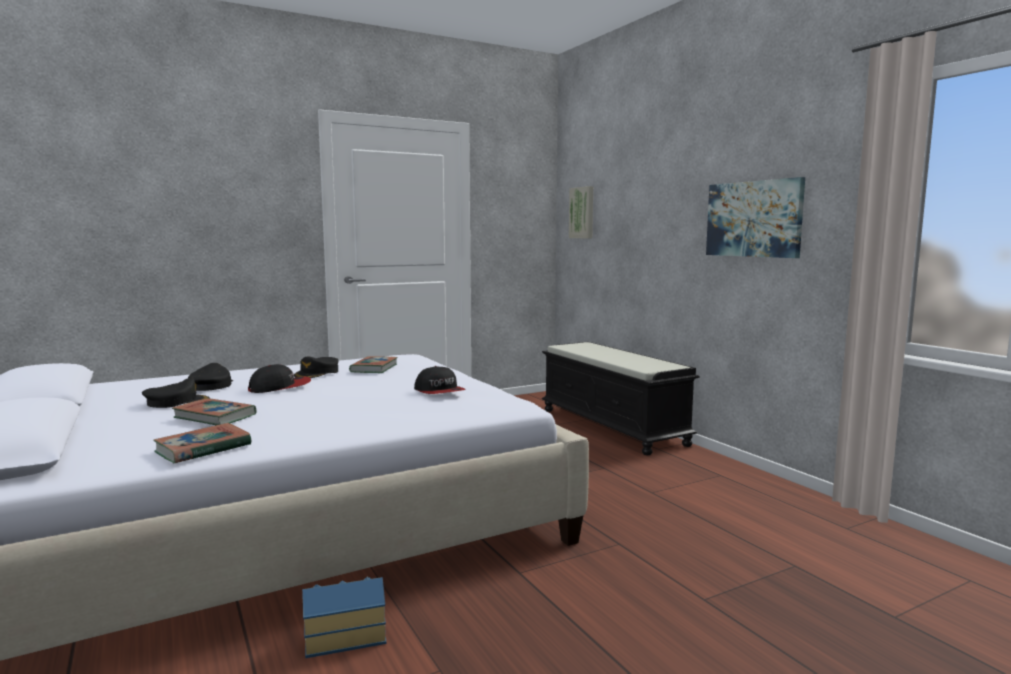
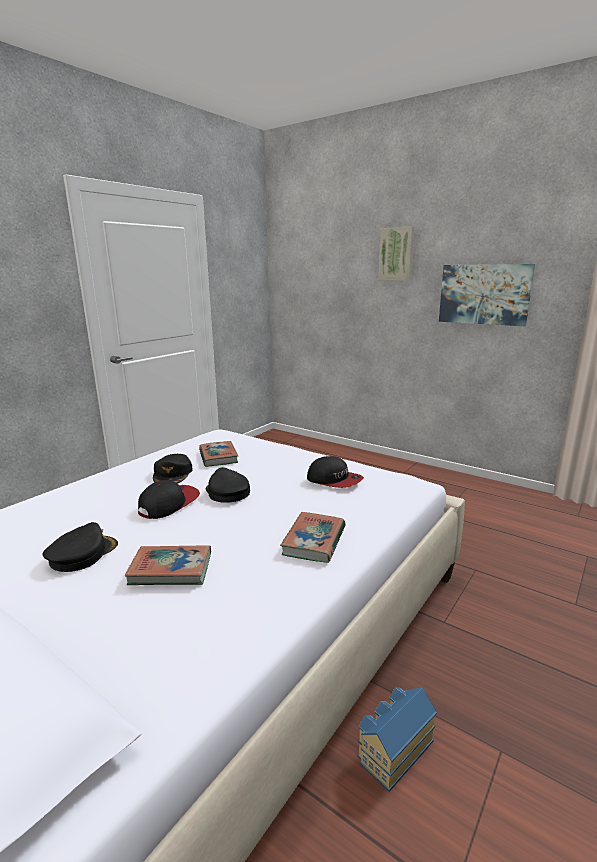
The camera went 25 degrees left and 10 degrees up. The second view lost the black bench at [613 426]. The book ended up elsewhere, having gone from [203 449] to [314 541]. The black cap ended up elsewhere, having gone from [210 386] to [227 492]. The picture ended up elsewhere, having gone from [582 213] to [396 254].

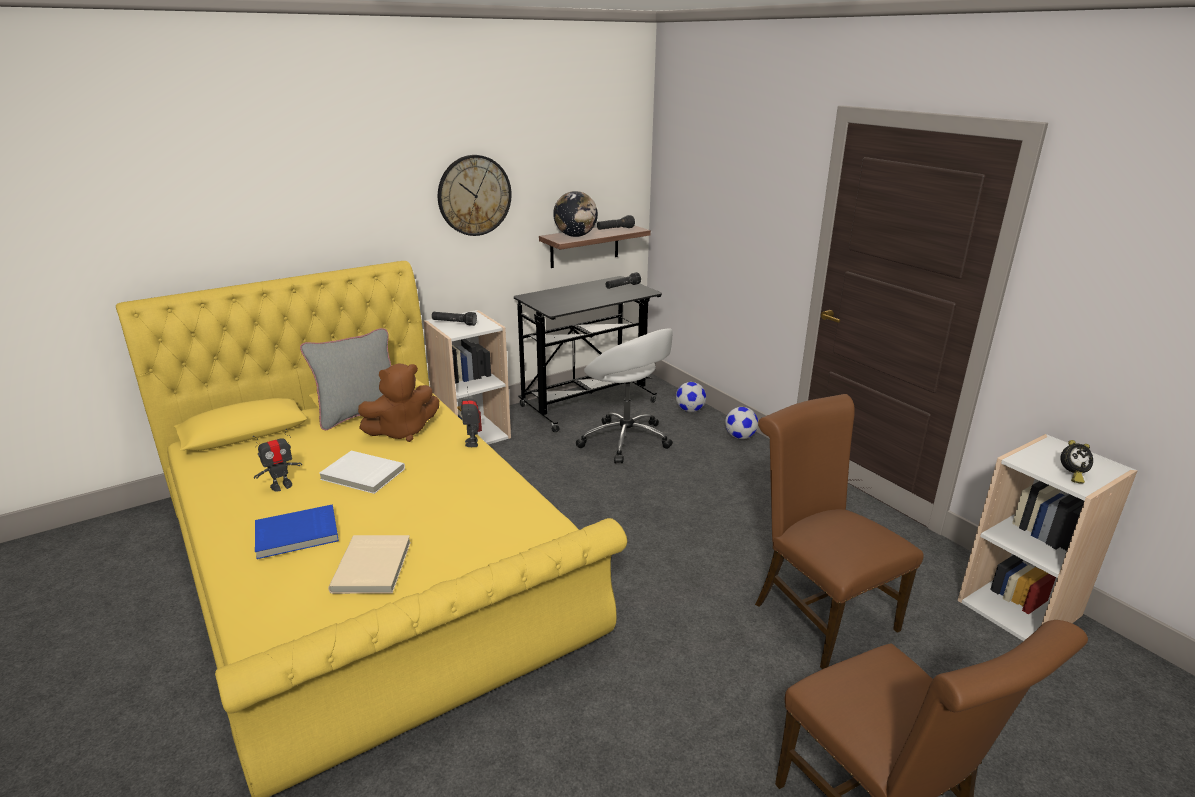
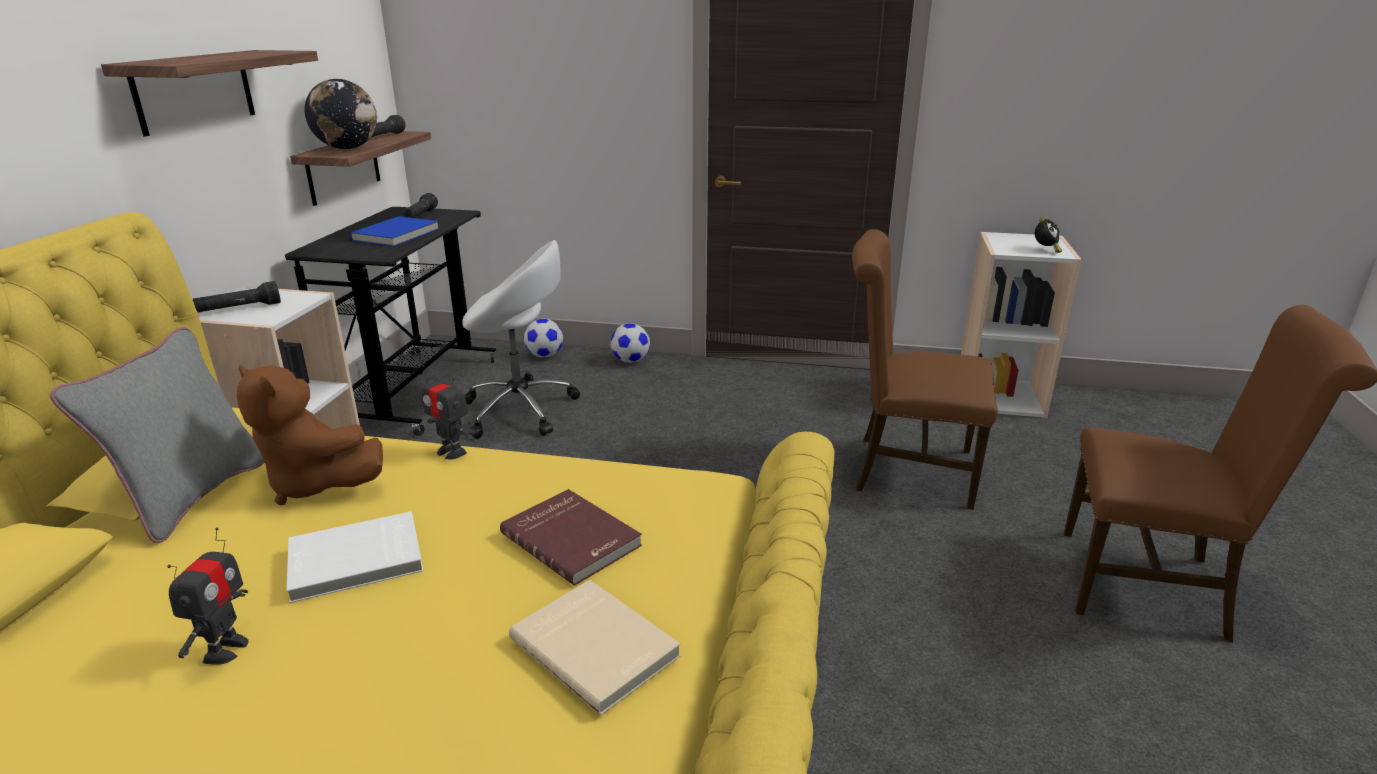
The camera went 45 degrees left and 0 degrees up. The second view gained the red book at [573 538]. The blue book ended up elsewhere, having gone from [297 535] to [397 234]. Where the wall clock hung at [474 195], the shelf came to hang at [194 91]. The brown plush toy at [402 431] ended up facing another way, 105 degrees clockwise from before.

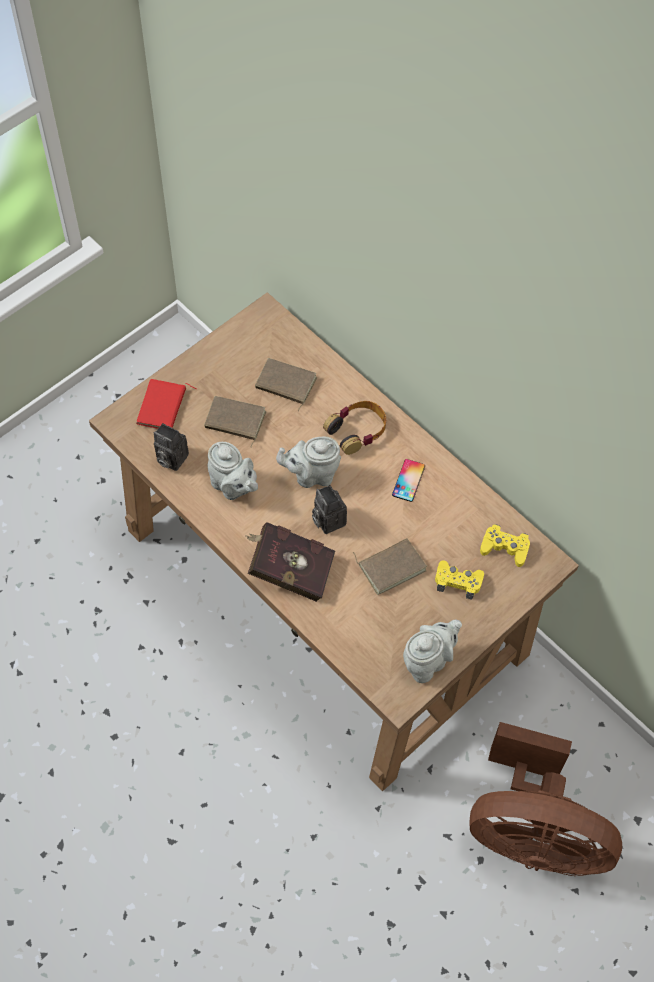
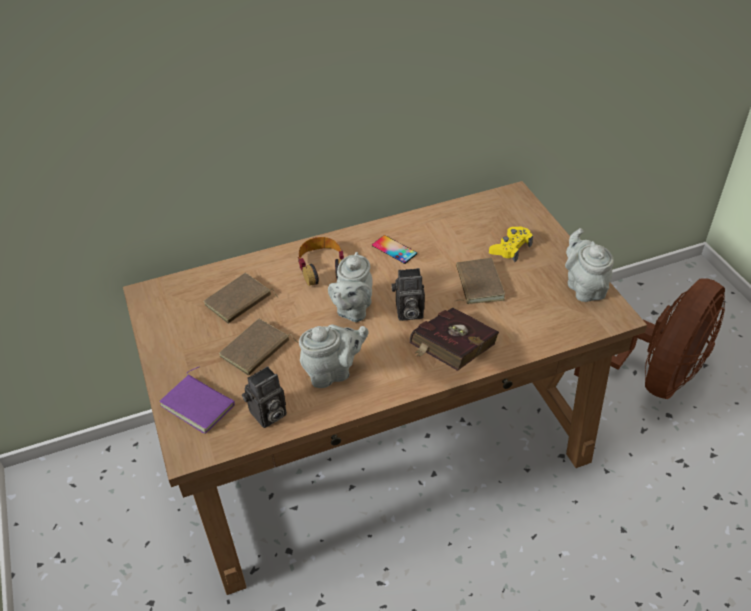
The camera went 65 degrees left and 15 degrees down. The second view lost the yellow game controller at [504 548]. What was the red book at [163 407] turned into the purple book at [199 404].

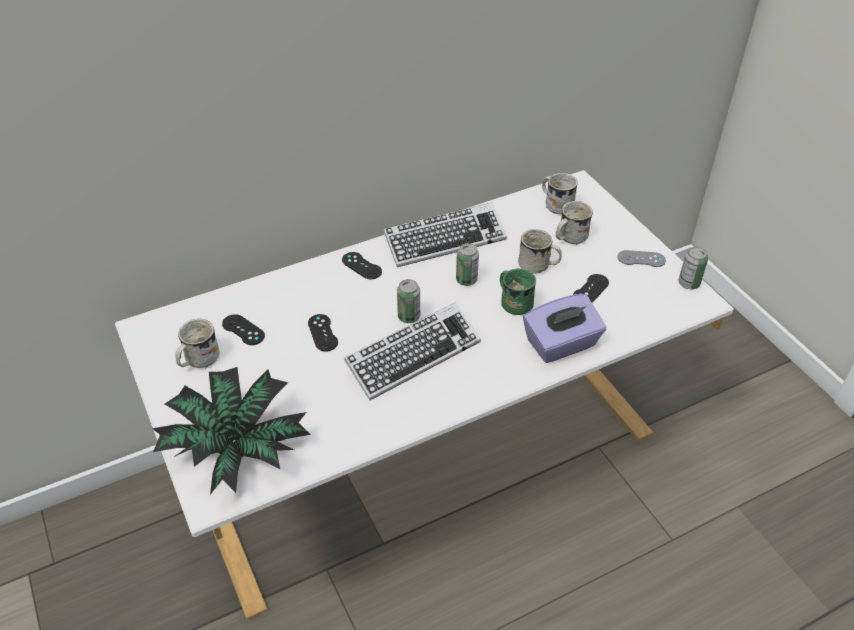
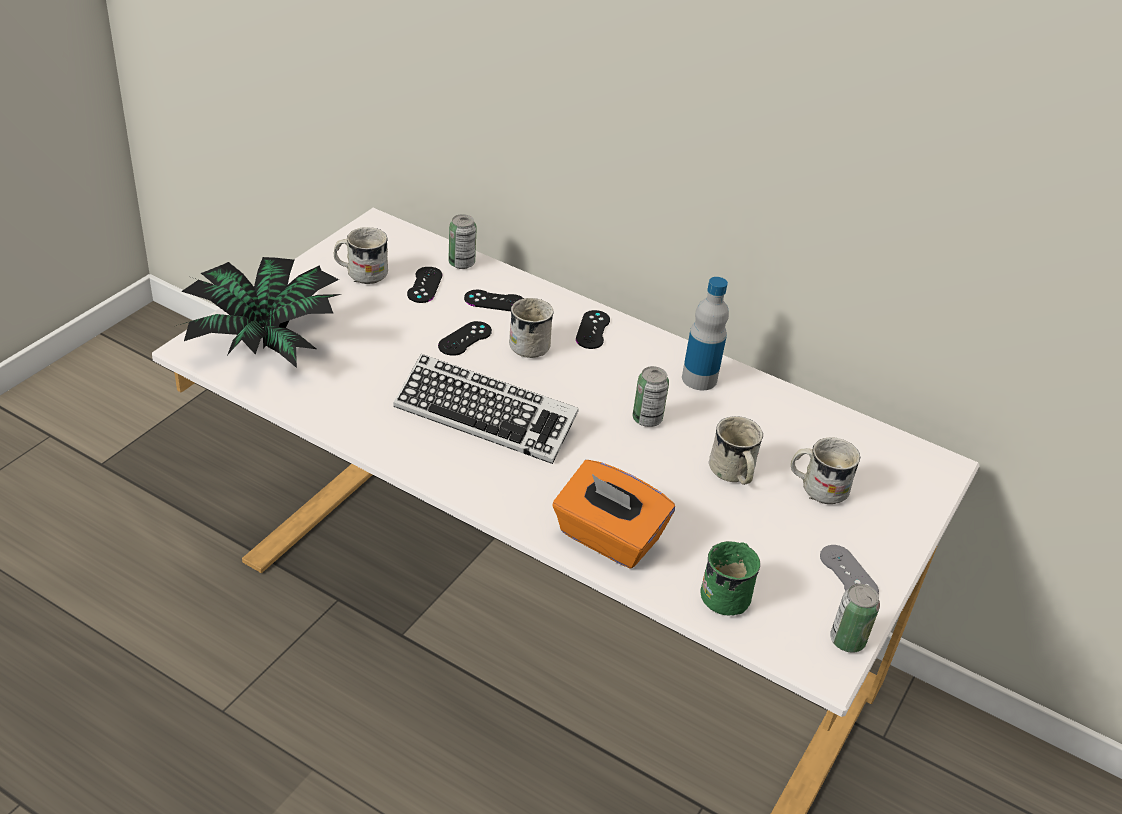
The camera went 55 degrees right and 5 degrees down. The can ended up elsewhere, having gone from [409 317] to [461 263]. The green mug ended up elsewhere, having gone from [513 302] to [728 592]. The white mug ended up elsewhere, having gone from [556 204] to [532 343]. The black game controller ended up elsewhere, having gone from [590 289] to [495 301]. Where the keyboard stood at [444 240], the bottle came to stand at [699 379]. What was the purple tissue box at [561 344] turned into the orange tissue box at [608 538].

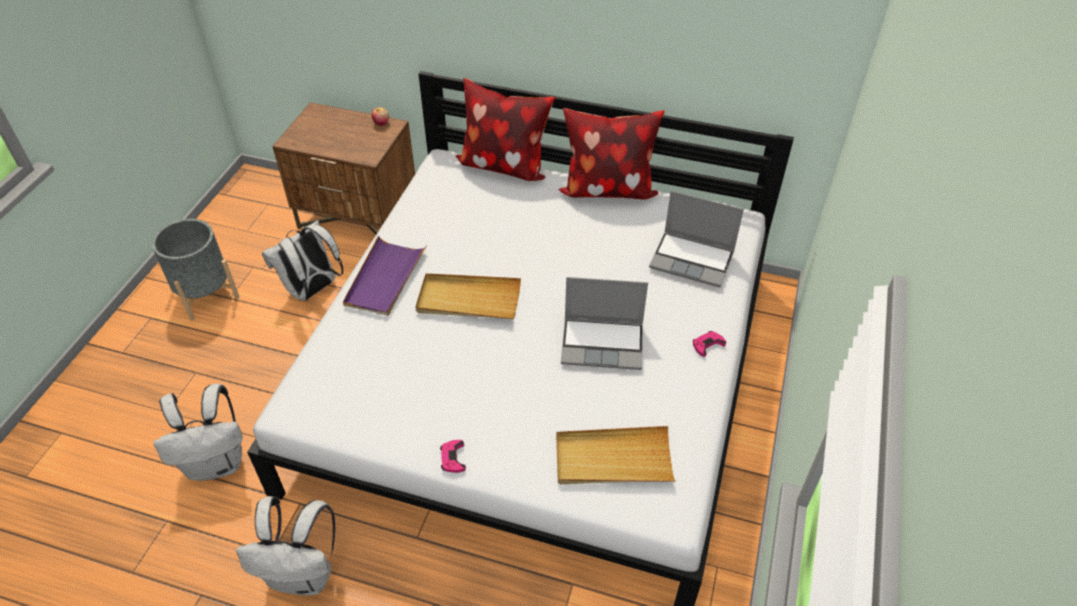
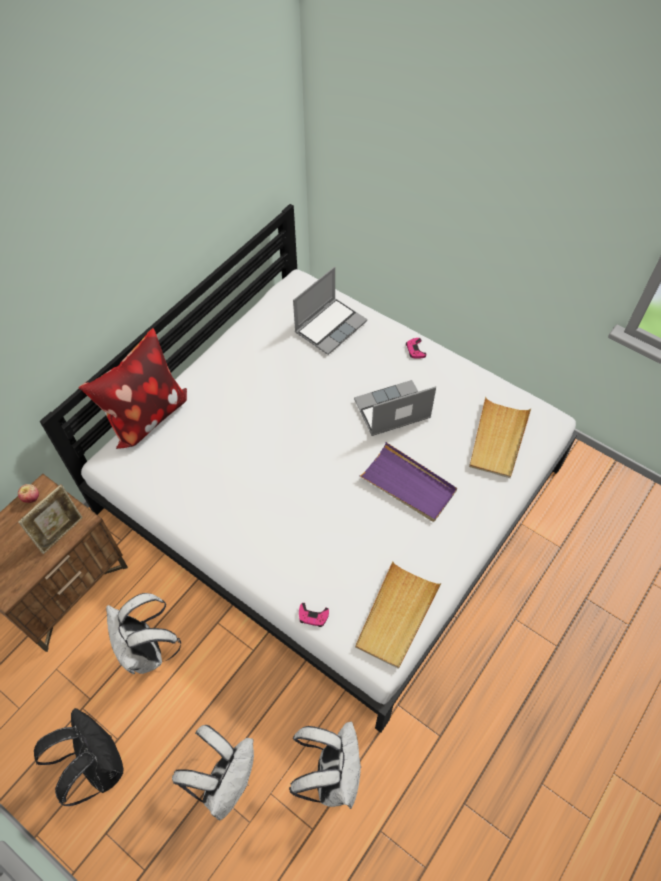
The camera went 70 degrees left and 10 degrees up. The second view lost the pillow at [607 189]. The second view gained the picture frame at [61 533]. The white backpack ended up elsewhere, having gone from [304 575] to [226 780]. The purple tray ended up elsewhere, having gone from [385 279] to [408 484]. The beige tray ended up elsewhere, having gone from [468 300] to [396 616]. The pink game controller ended up elsewhere, having gone from [453 458] to [313 616]. Where the grey planter stood at [205 294], the black backpack came to stand at [98 765]. The laptop at [603 343] ended up facing another way, 135 degrees counterclockwise from before.

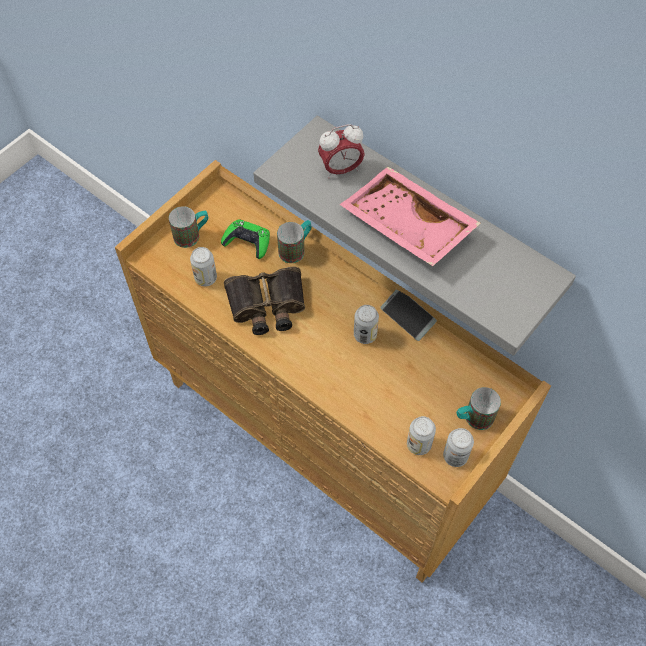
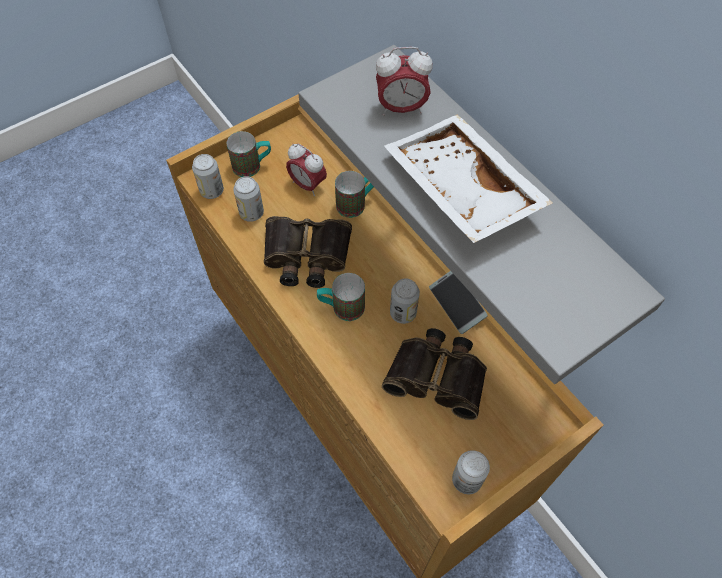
The camera went 15 degrees right and 0 degrees up. The second view gained the binoculars at [438 375]. The can ended up elsewhere, having gone from [418 444] to [212 191]. The mug ended up elsewhere, having gone from [473 419] to [341 308]. Where the green game controller stood at [247 242], the alarm clock came to stand at [307 185]. What was the pink tray at [405 227] turned into the white tray at [458 190].

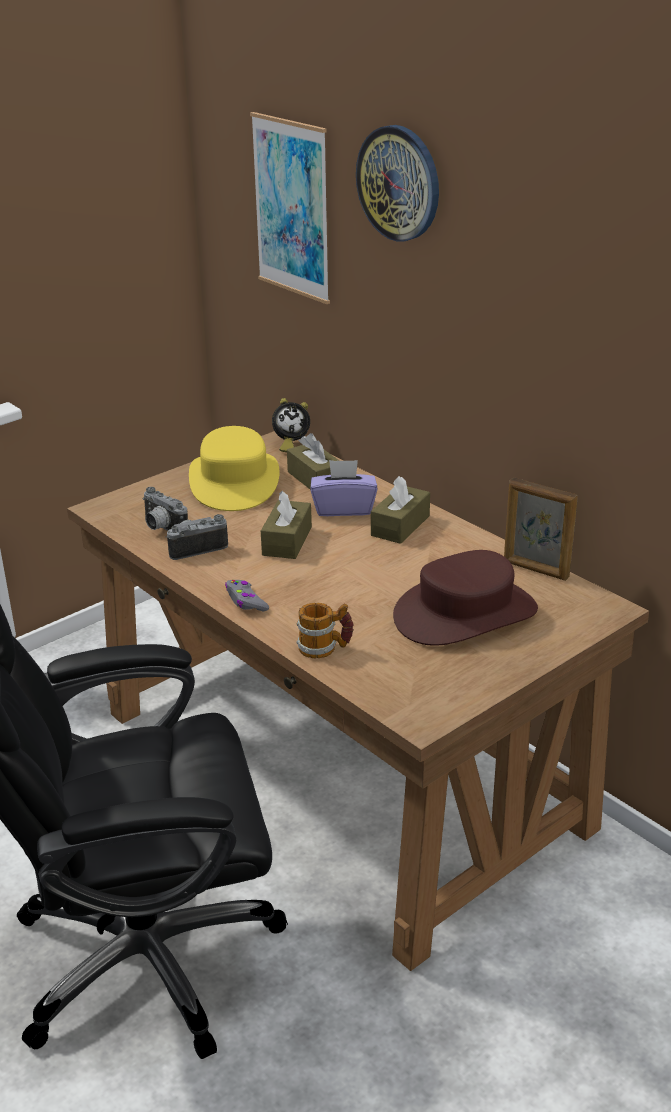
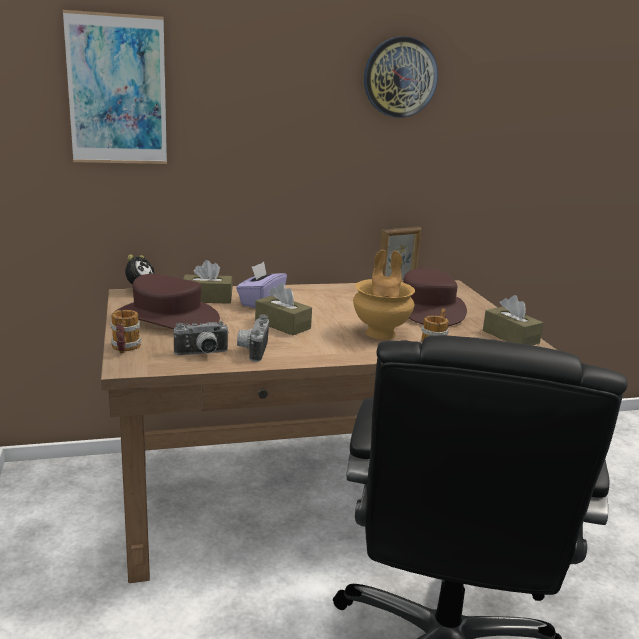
The camera went 65 degrees left and 10 degrees down. The second view lost the grey game controller at [246 601]. The second view gained the mug at [125 348]. The second view gained the brown vase at [381 333]. The wall clock ended up elsewhere, having gone from [399 183] to [400 77]. The brown tissue box ended up elsewhere, having gone from [400 526] to [510 337]. What was the yellow hat at [234 481] turned into the brown hat at [167 318].

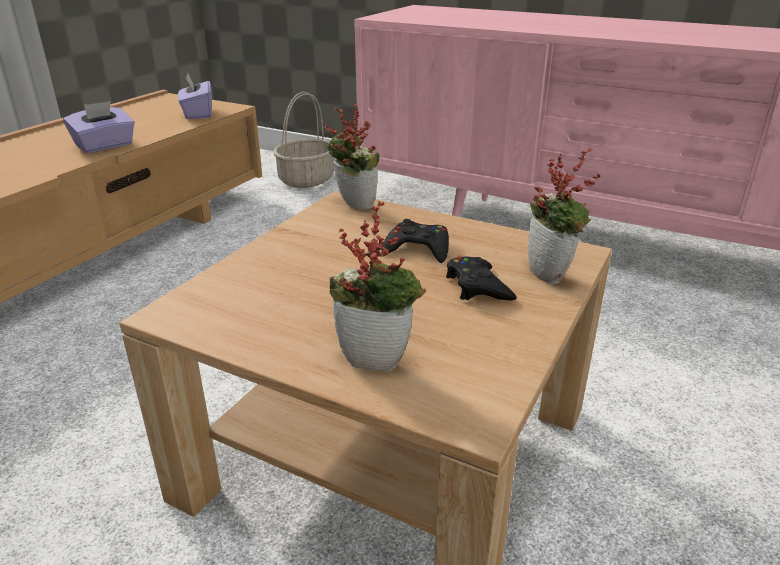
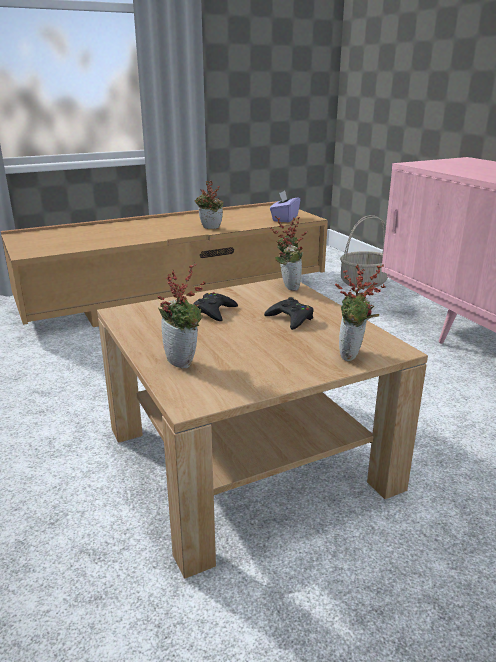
The camera went 35 degrees right and 5 degrees down. The black game controller ended up elsewhere, having gone from [477 286] to [214 311]. Where the purple tissue box stood at [105 146], the potted plant came to stand at [209 228].

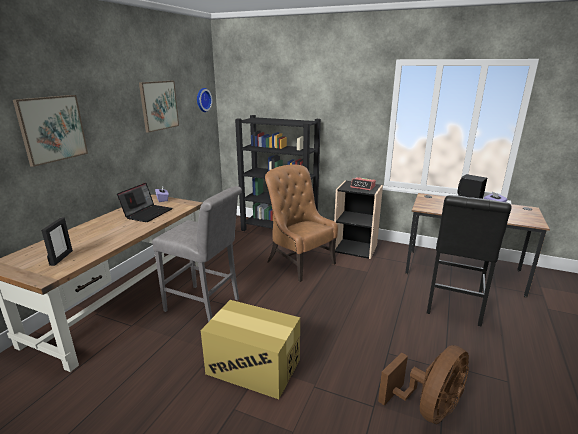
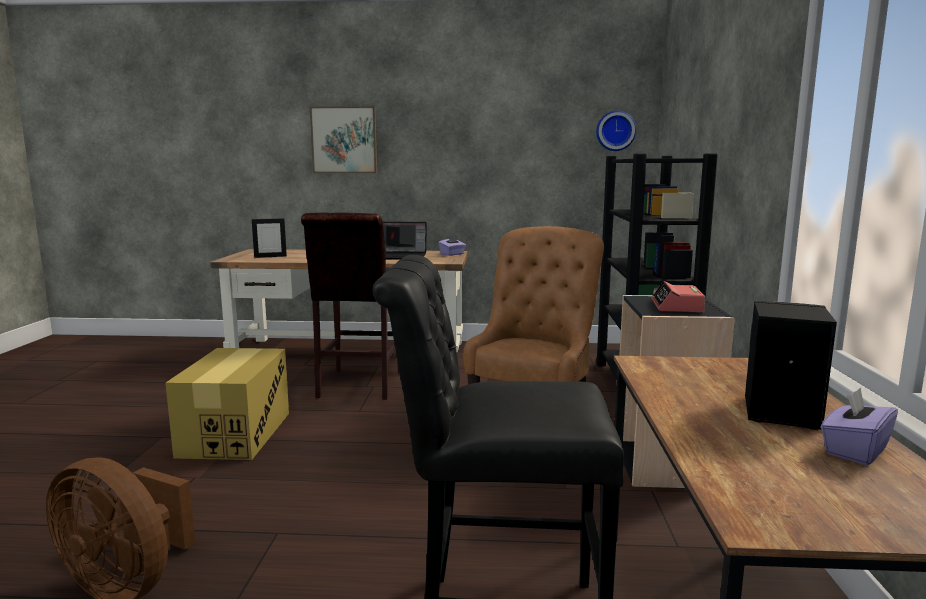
The camera went 70 degrees right and 10 degrees down. The second view lost the picture at [159 105]. What was the grey stool at [205 306] turned into the brown stool at [358 386].

